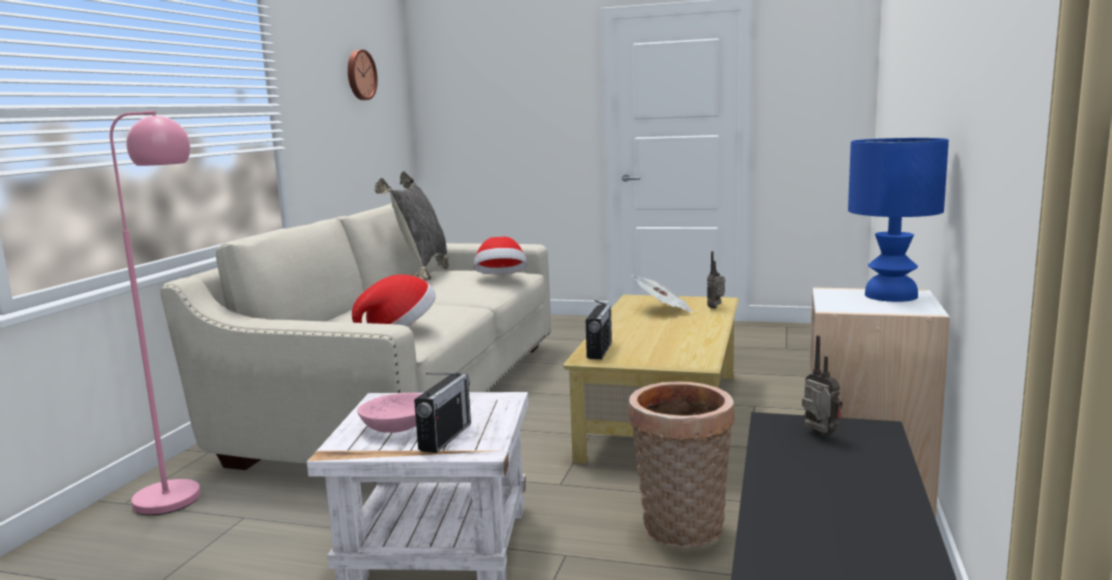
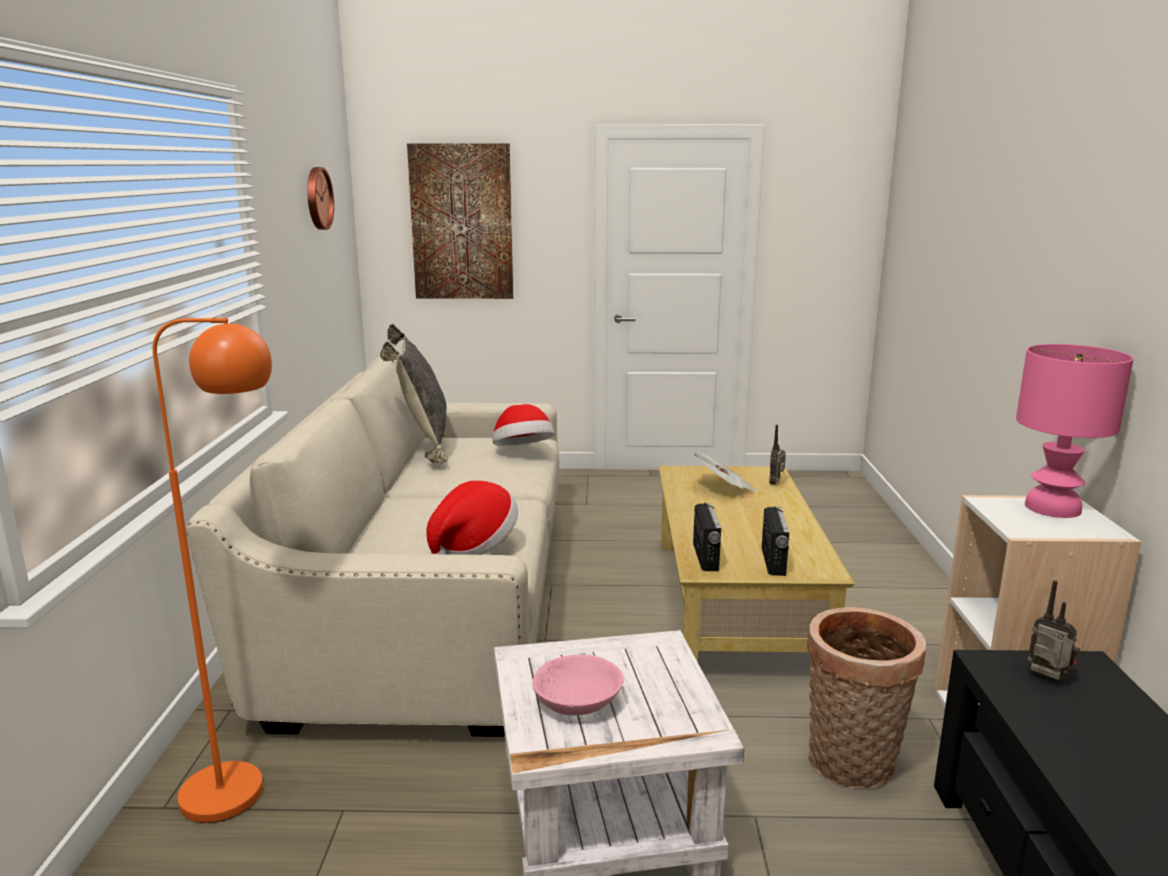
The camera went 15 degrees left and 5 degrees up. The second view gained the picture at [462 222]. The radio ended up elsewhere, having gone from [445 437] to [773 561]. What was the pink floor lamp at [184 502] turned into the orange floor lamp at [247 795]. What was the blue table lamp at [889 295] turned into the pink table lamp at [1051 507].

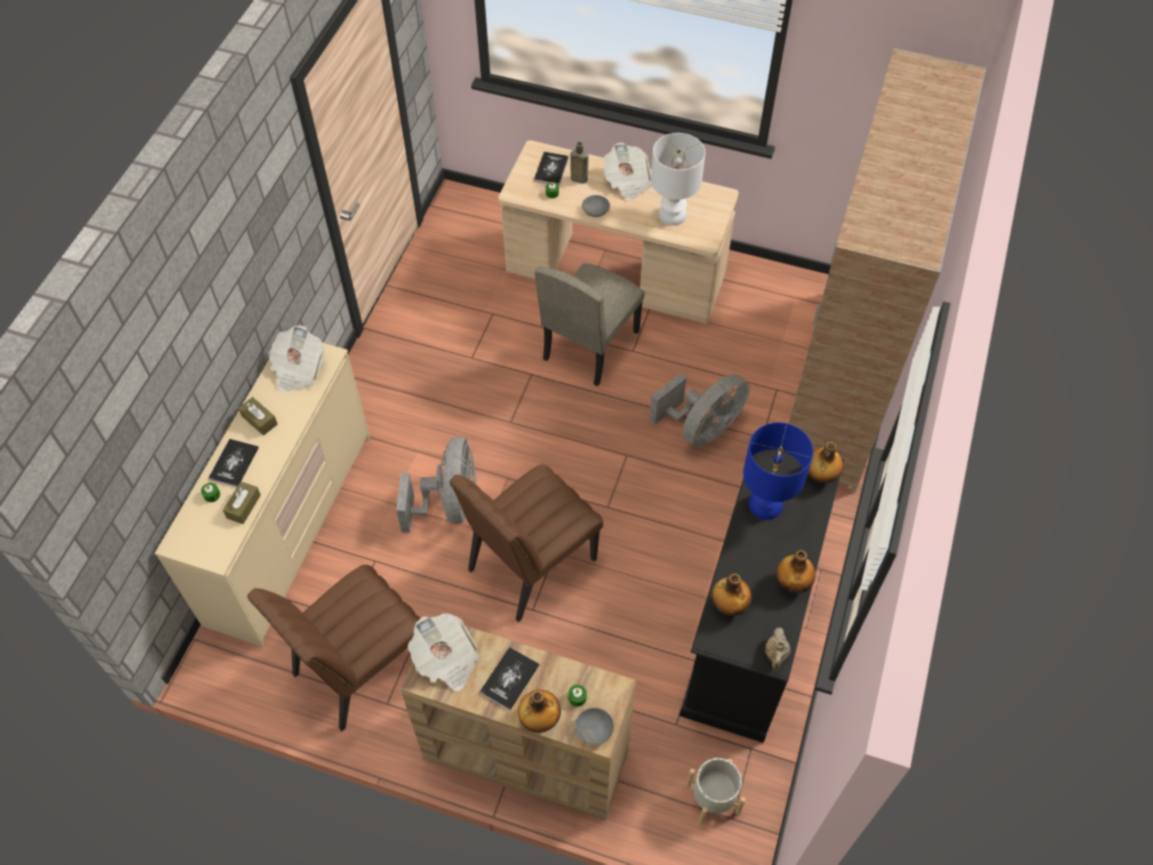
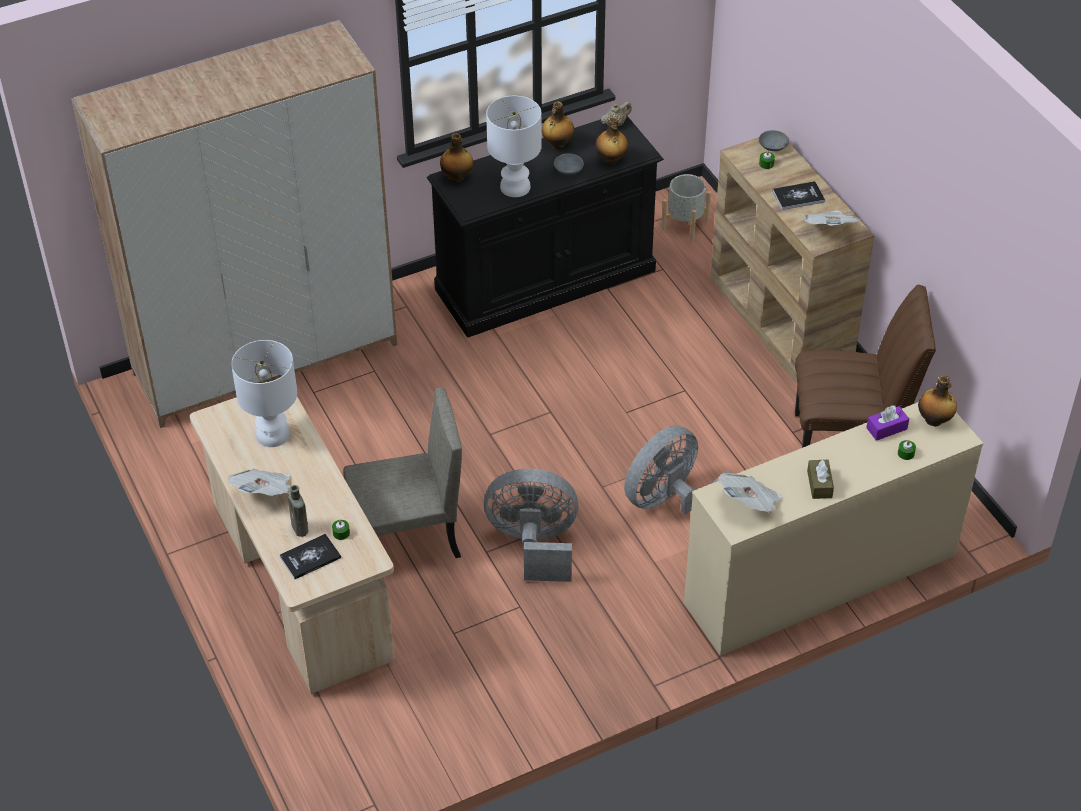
The camera went 135 degrees left and 10 degrees down. The second view lost the book at [234 463]. The second view lost the brown chair at [532 563]. The bottle ended up elsewhere, having gone from [539 719] to [934 420]. The grey bowl ended up elsewhere, having gone from [595 210] to [568 170]. The grey fan ended up elsewhere, having gone from [702 428] to [534 544]. What was the brown tissue box at [243 506] turned into the purple tissue box at [886 428]. What was the blue table lamp at [766 504] turned into the white table lamp at [514 187].

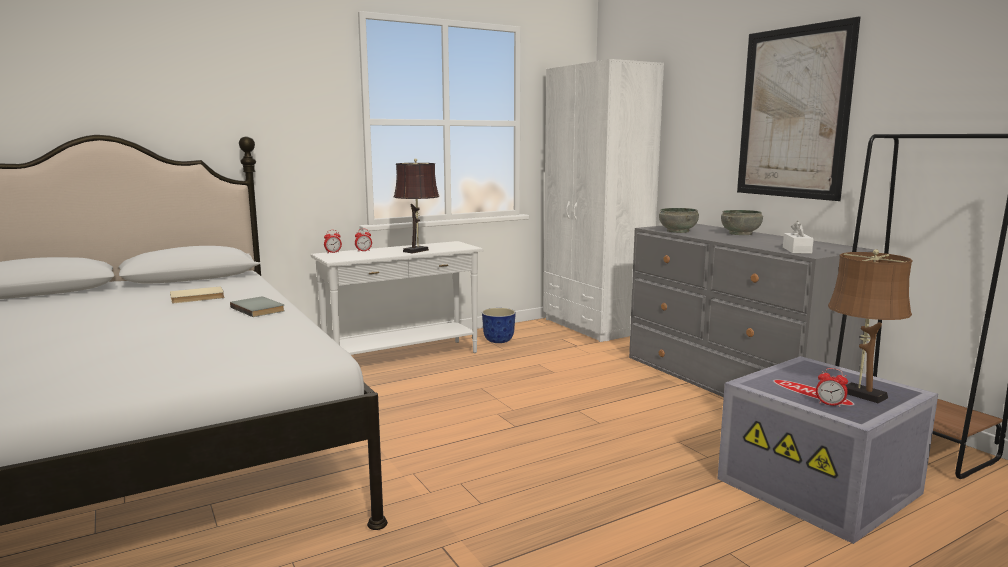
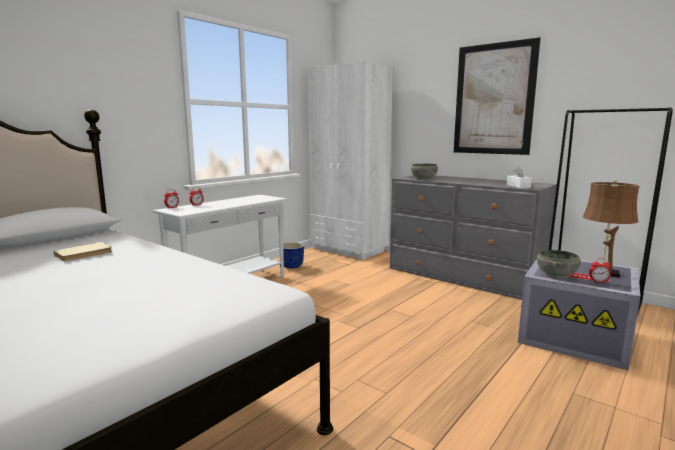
The camera went 20 degrees left and 0 degrees up. The second view lost the grey book at [259 309]. The second view lost the brown table lamp at [417 250]. The grey bowl ended up elsewhere, having gone from [740 233] to [557 275].

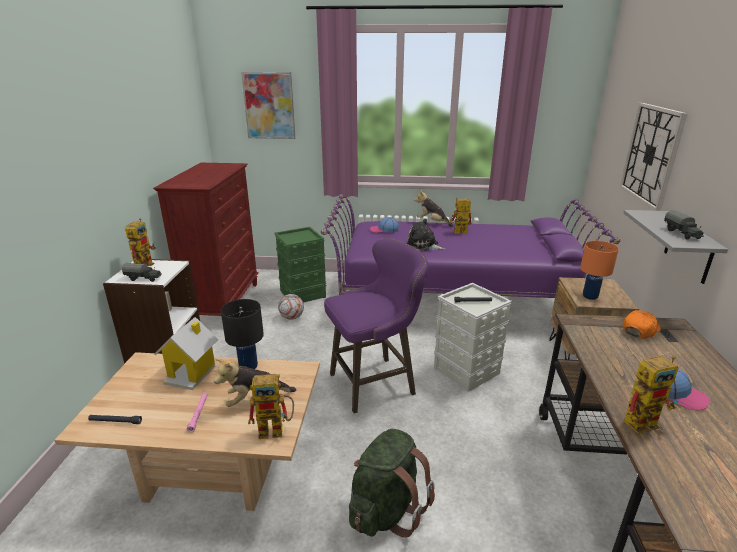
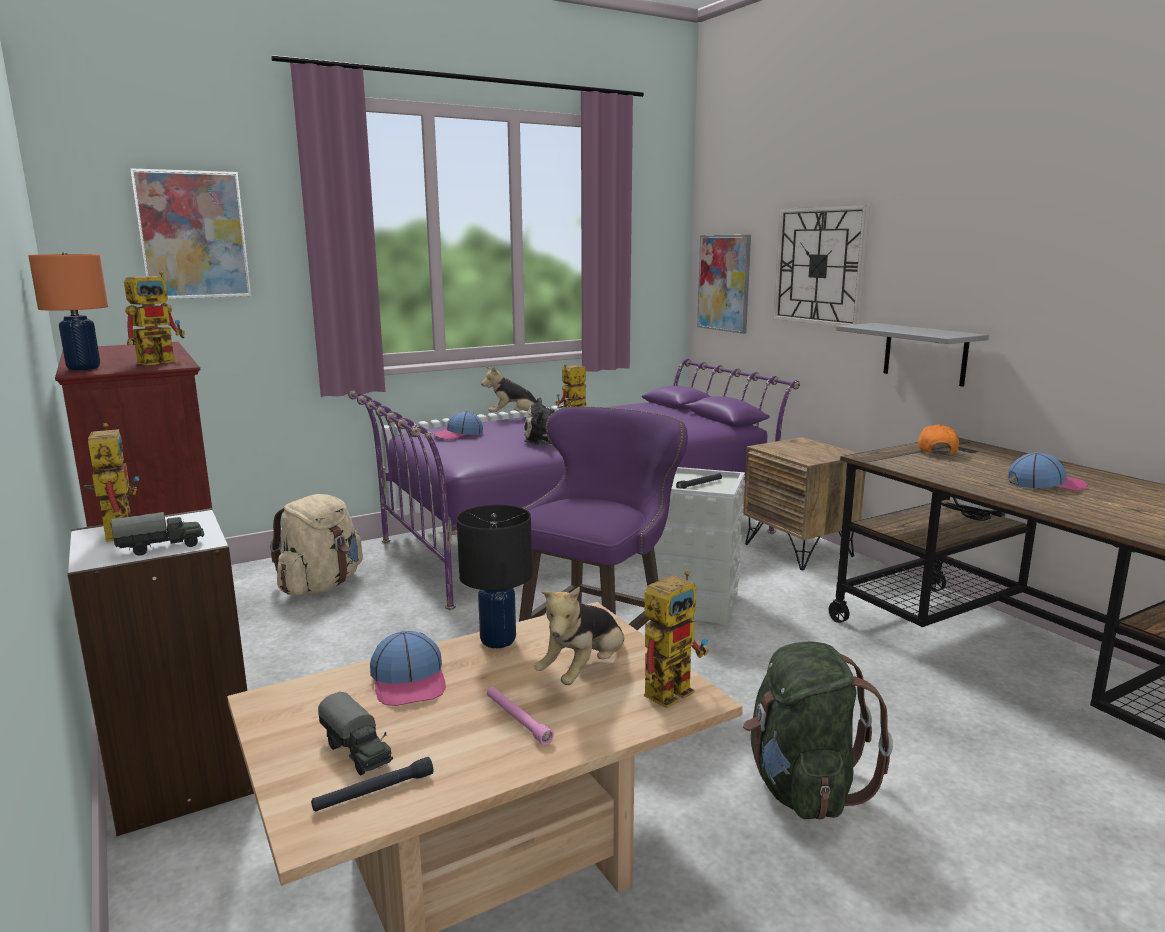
The camera went 35 degrees left and 10 degrees down. The second view lost the football at [292 317]. The second view gained the picture at [724 283]. The orange table lamp ended up elsewhere, having gone from [589 297] to [82 368]. The toy robot ended up elsewhere, having gone from [644 420] to [163 361]. The toy truck ended up elsewhere, having gone from [682 234] to [357 752]. Where the toy house stood at [192 373], the cap came to stand at [409 681]. Where the green storage box stood at [303 293], the beige backpack came to stand at [321 586].

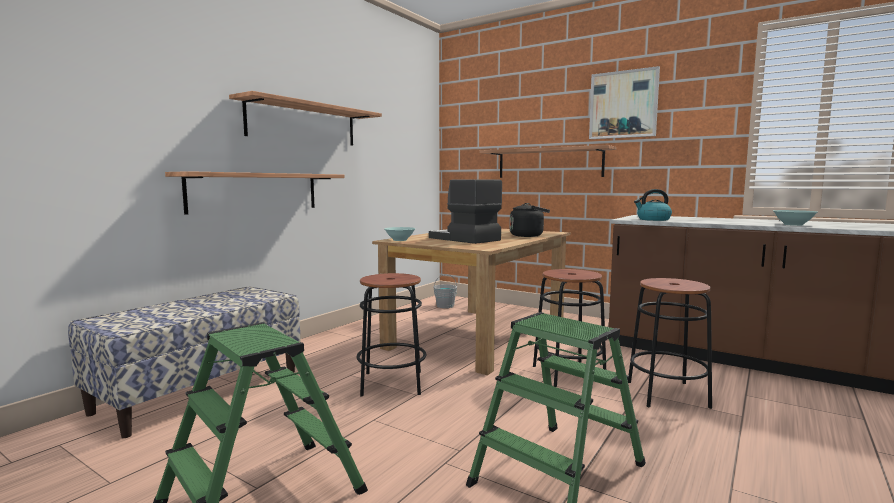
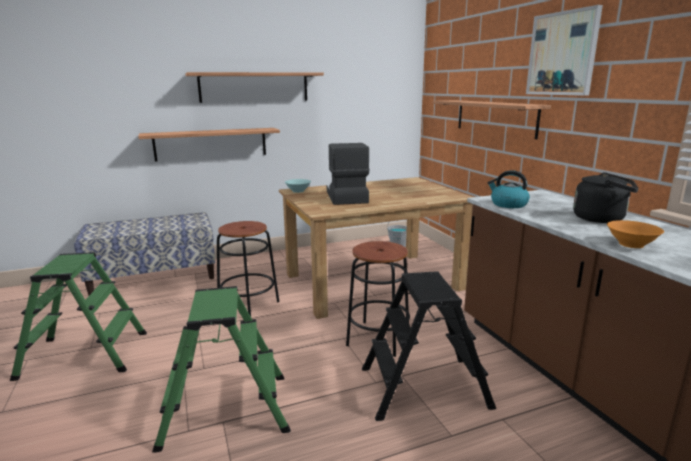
The camera went 35 degrees right and 10 degrees up. The black kettle ended up elsewhere, having gone from [528 235] to [602 219]. Where the black stool stood at [667 394], the black step ladder came to stand at [424 387]. What was the turquoise bowl at [793 225] turned into the orange bowl at [630 244].

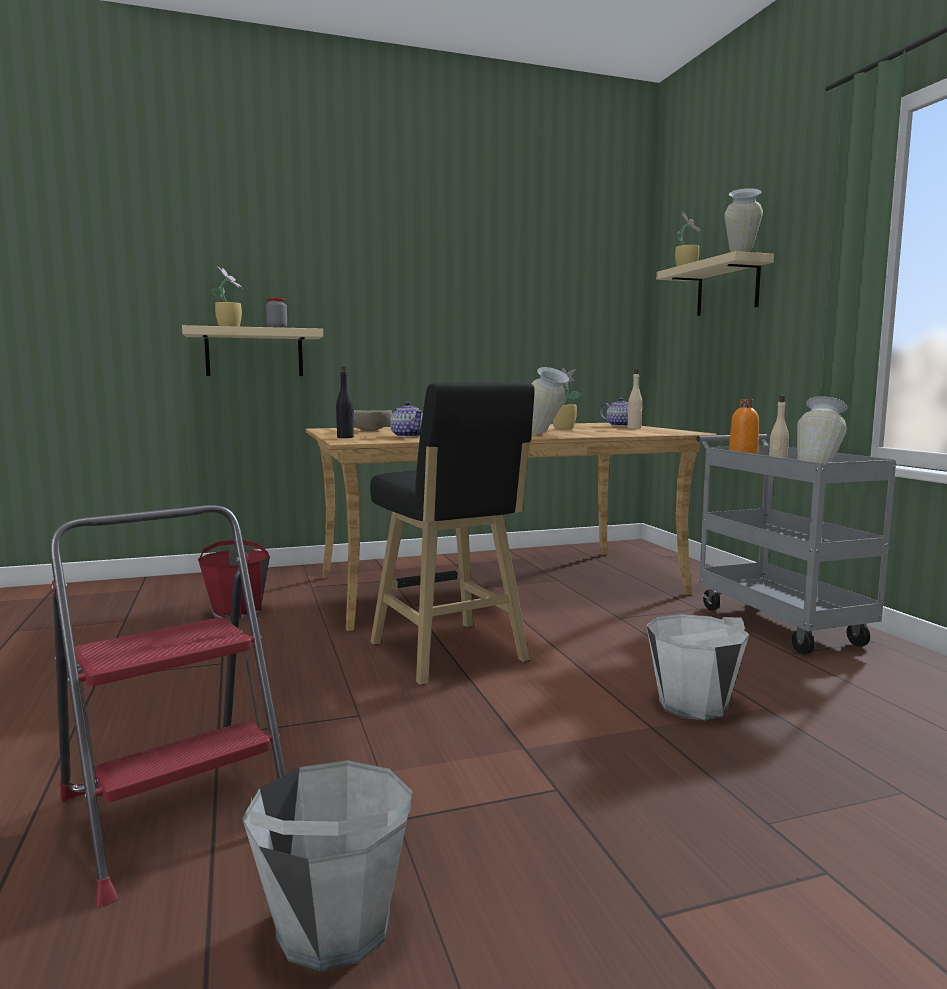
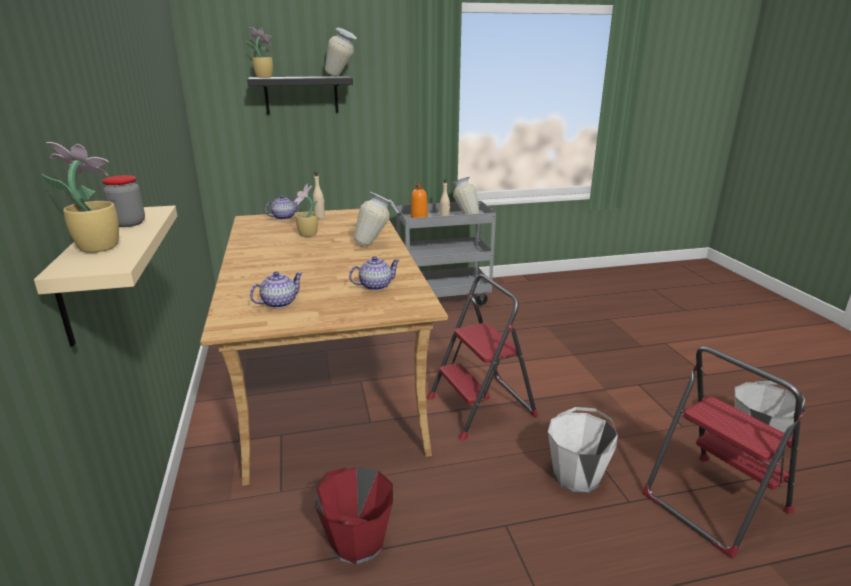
The camera went 85 degrees left and 15 degrees up. The second view lost the black bottle at [345 437]. The white bucket ended up elsewhere, having gone from [693 705] to [577 476]. Where the beige bowl stood at [369 430], the teapot came to stand at [278 303]. Where the black stool stood at [450 655], the red step ladder came to stand at [485 406]. What was the beige shelf at [727 288] turned into the black shelf at [301 95].

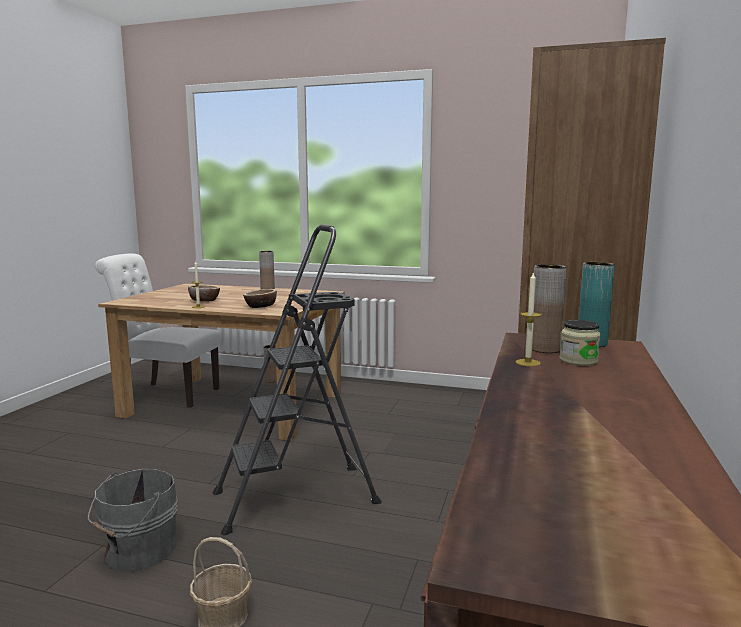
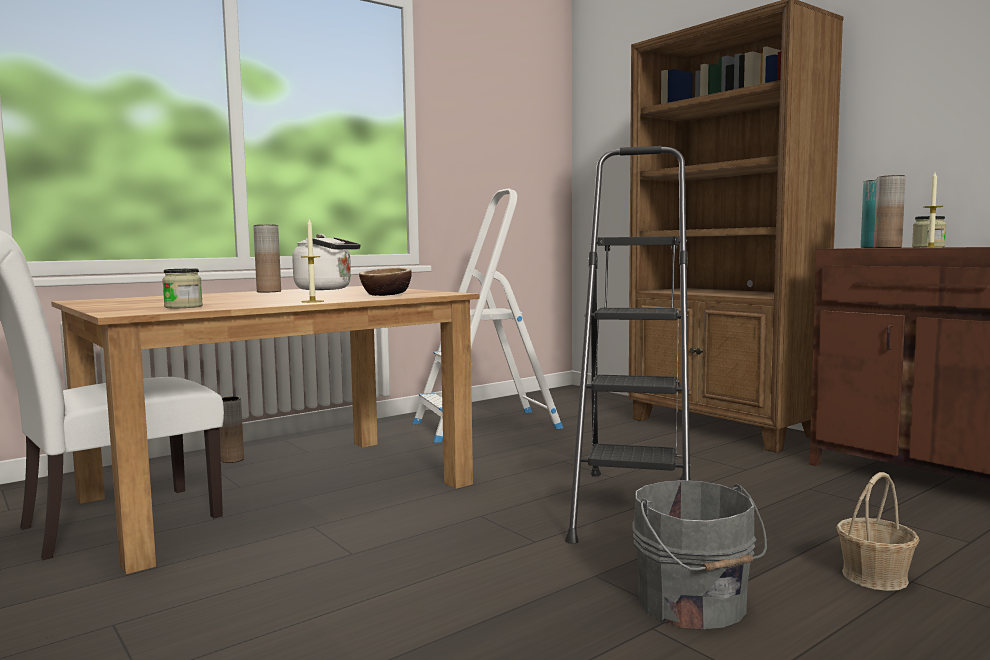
The camera went 55 degrees left and 5 degrees down. The second view lost the bowl at [204 300]. The second view gained the jar at [183 307]. The second view gained the white kettle at [327 289]. The second view gained the white step ladder at [484 426].

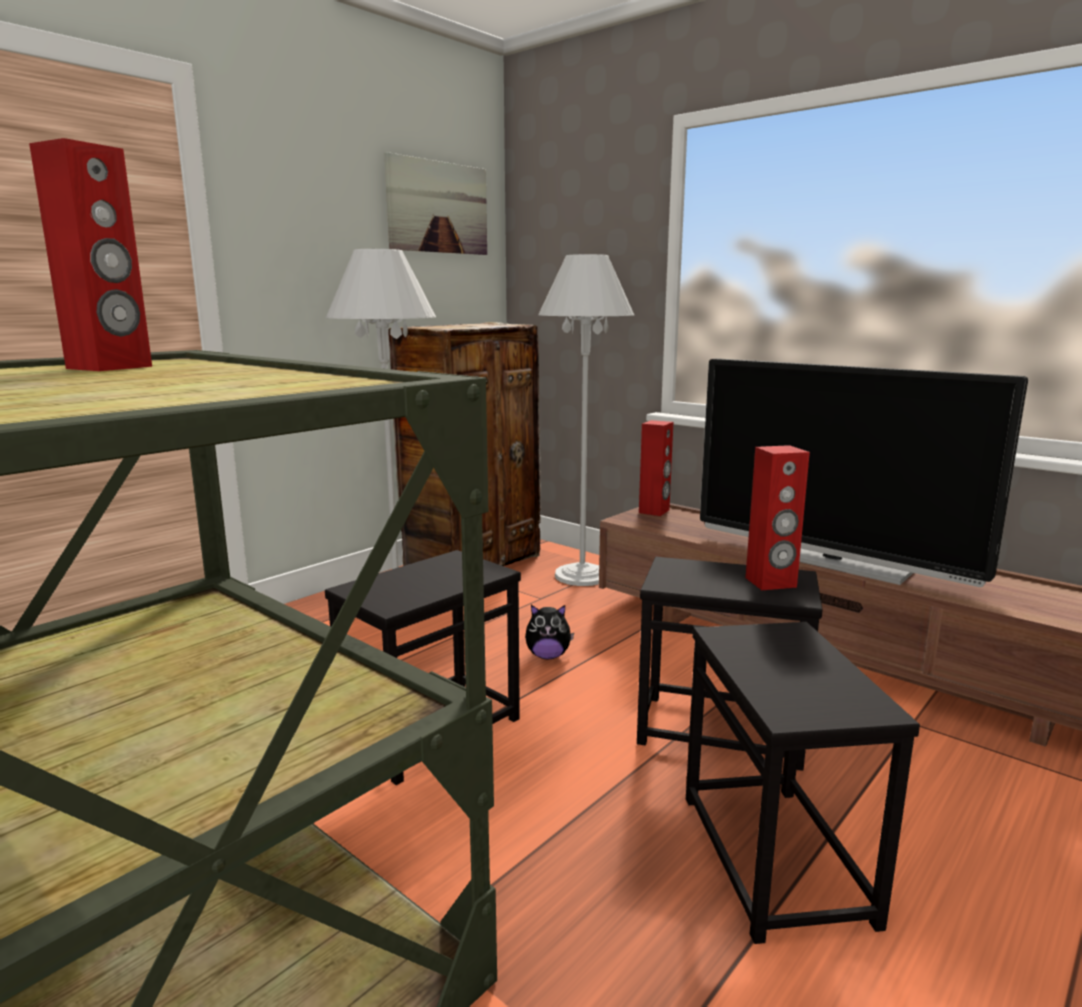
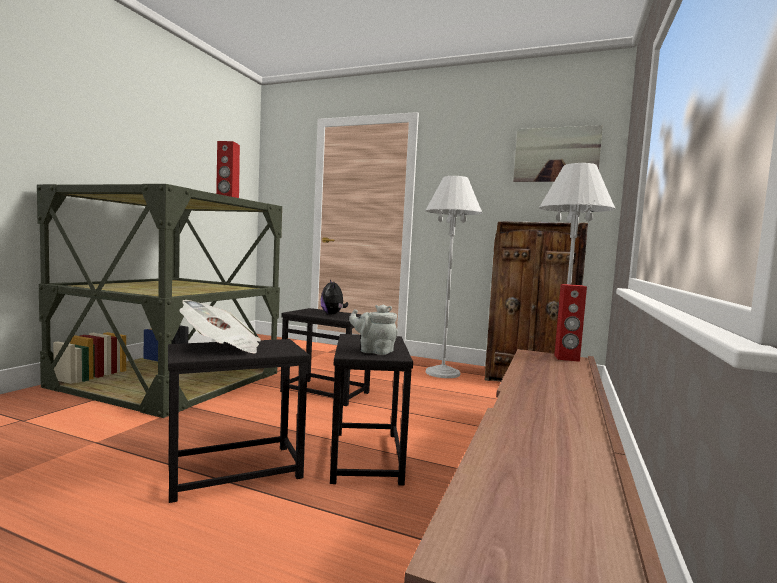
The camera went 70 degrees right and 10 degrees down. The second view lost the television at [831 561]. The second view gained the newspaper at [222 348]. The plush toy ended up elsewhere, having gone from [548 656] to [333 314]. Where the red speaker stood at [771 582], the grey teapot came to stand at [374 351].

